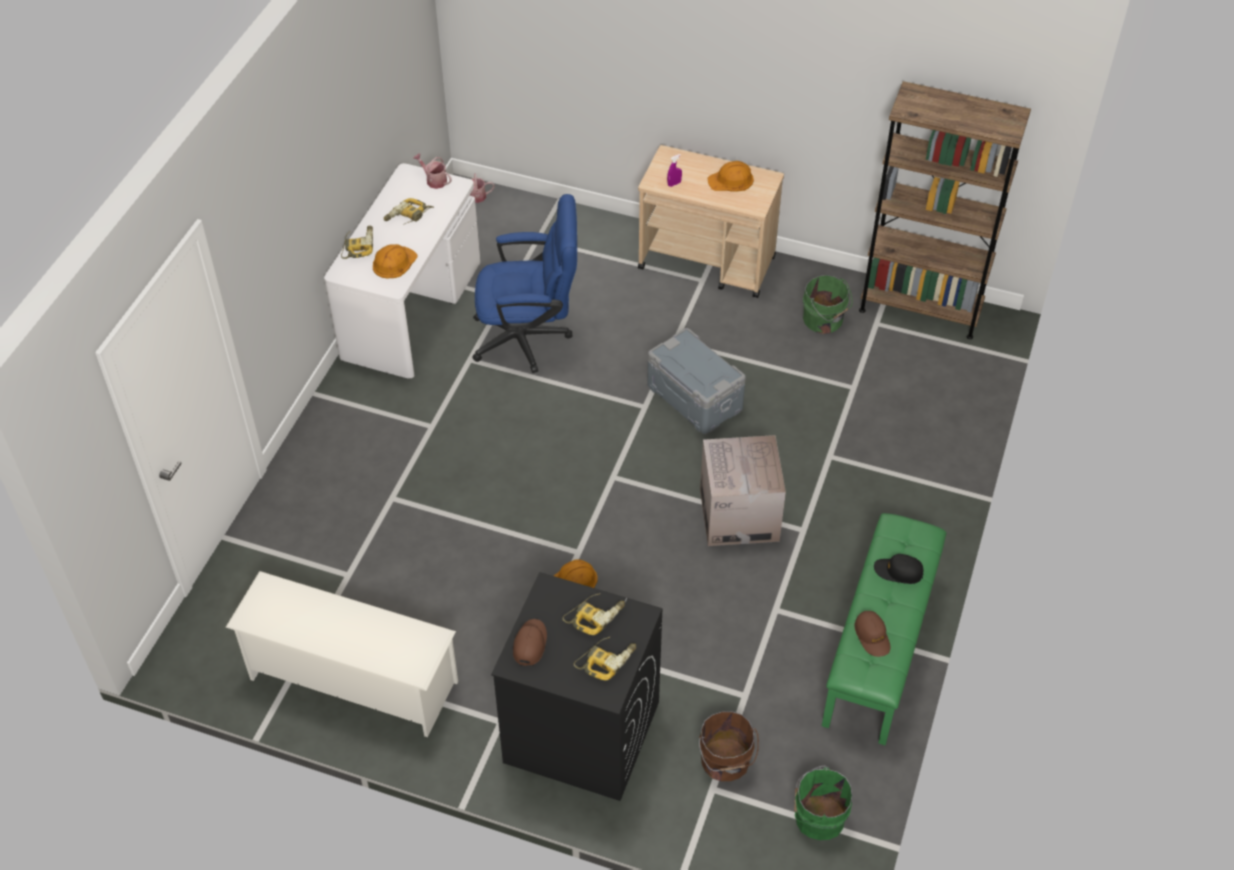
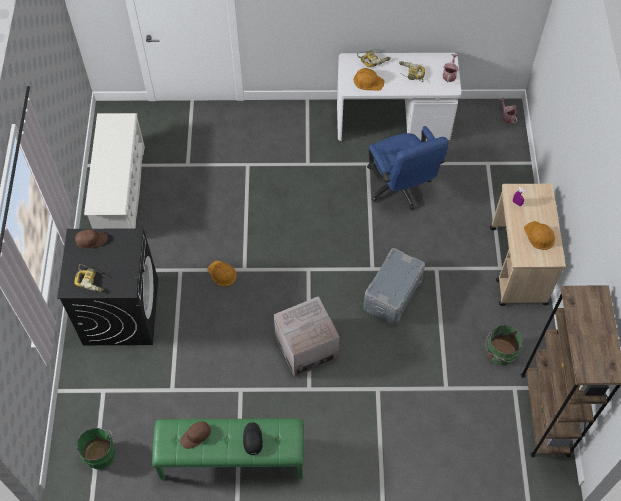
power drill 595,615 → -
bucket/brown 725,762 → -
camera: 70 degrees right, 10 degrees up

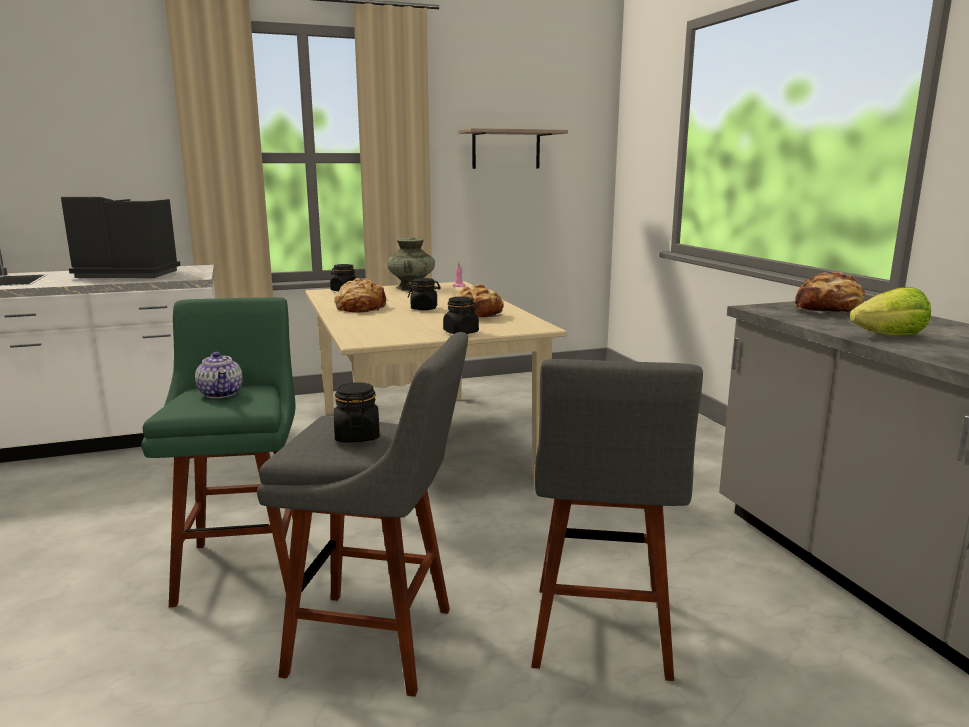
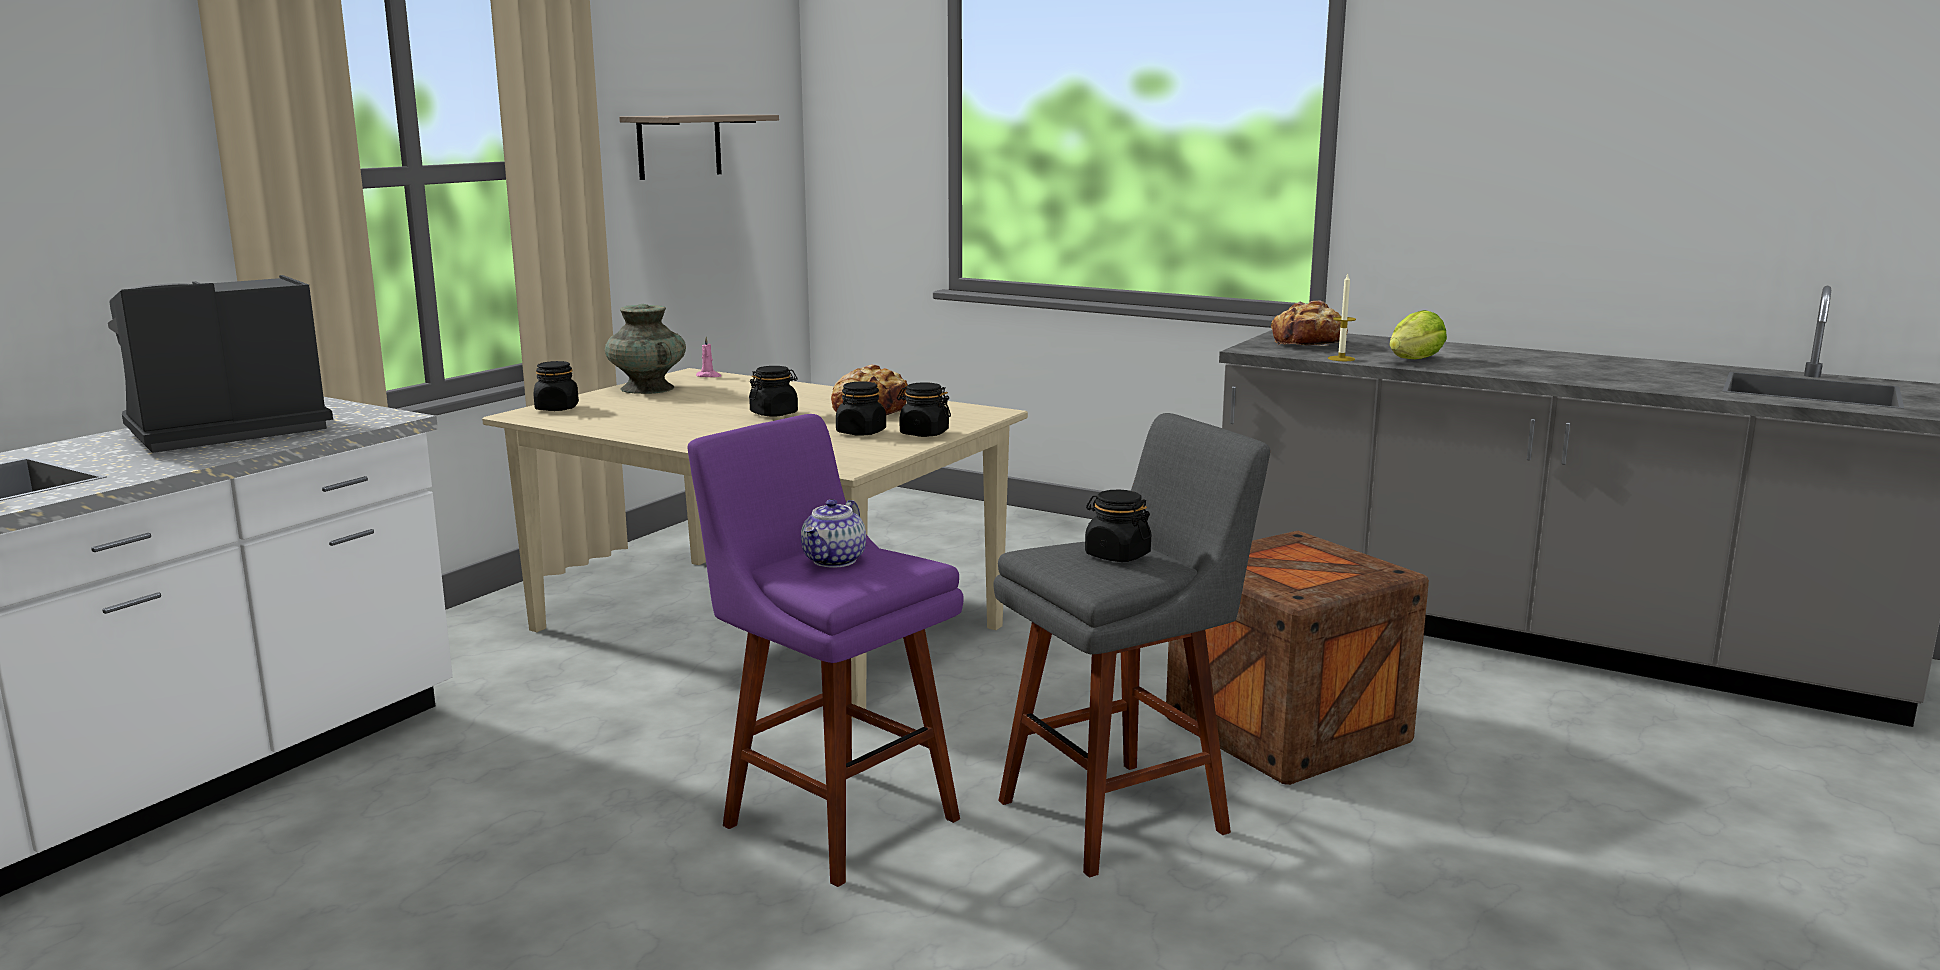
stool/green 245,564 → stool/purple 833,817
teapot 221,393 → teapot 834,561, 90 degrees clockwise
- → jar/black 861,432
stool/grey 600,636 → crate 1287,731
- → candle 1341,359
bread 361,307 → -
camera: 40 degrees left, 0 degrees up

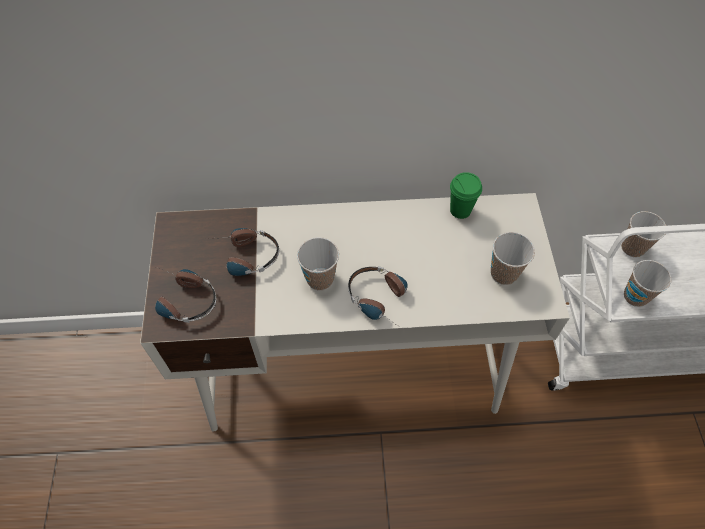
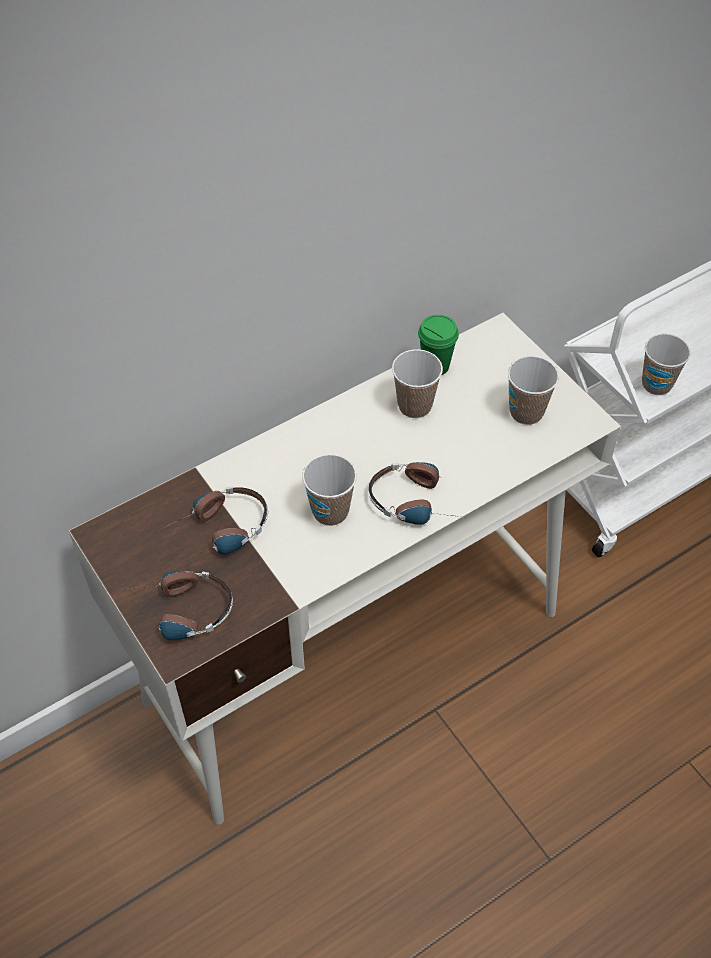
cup 632,248 → cup 414,406, relocated
camera: 30 degrees left, 5 degrees down

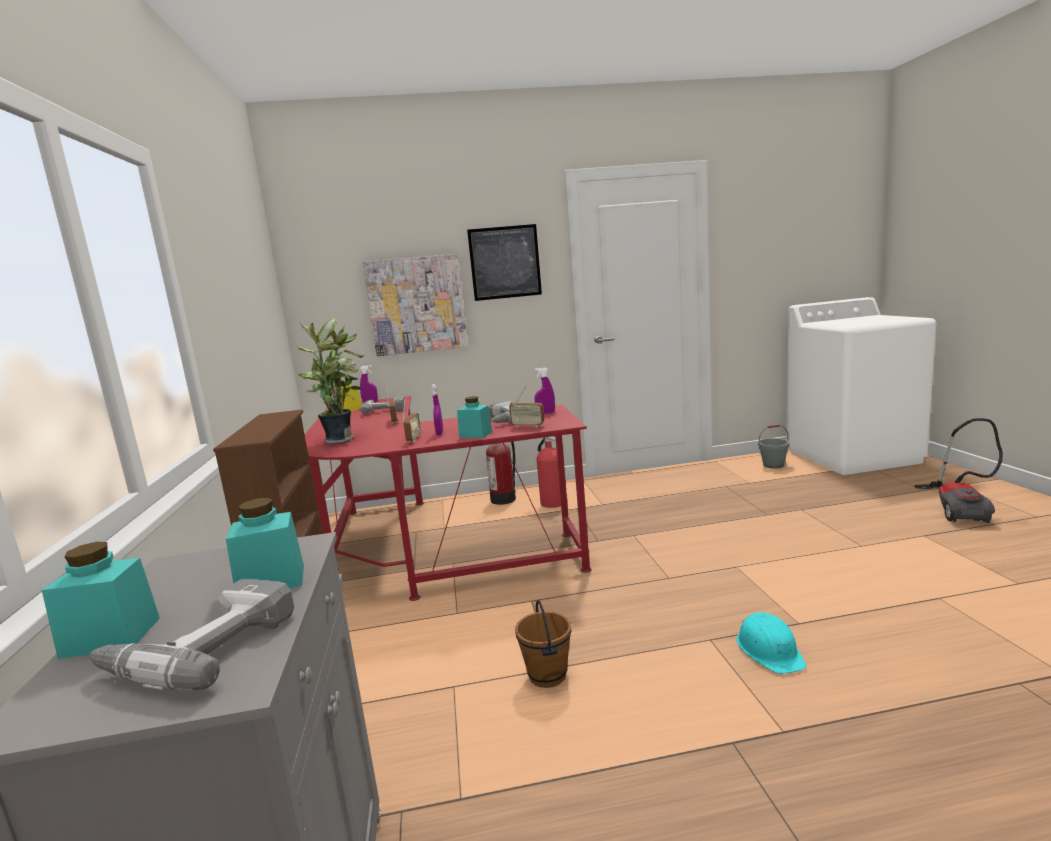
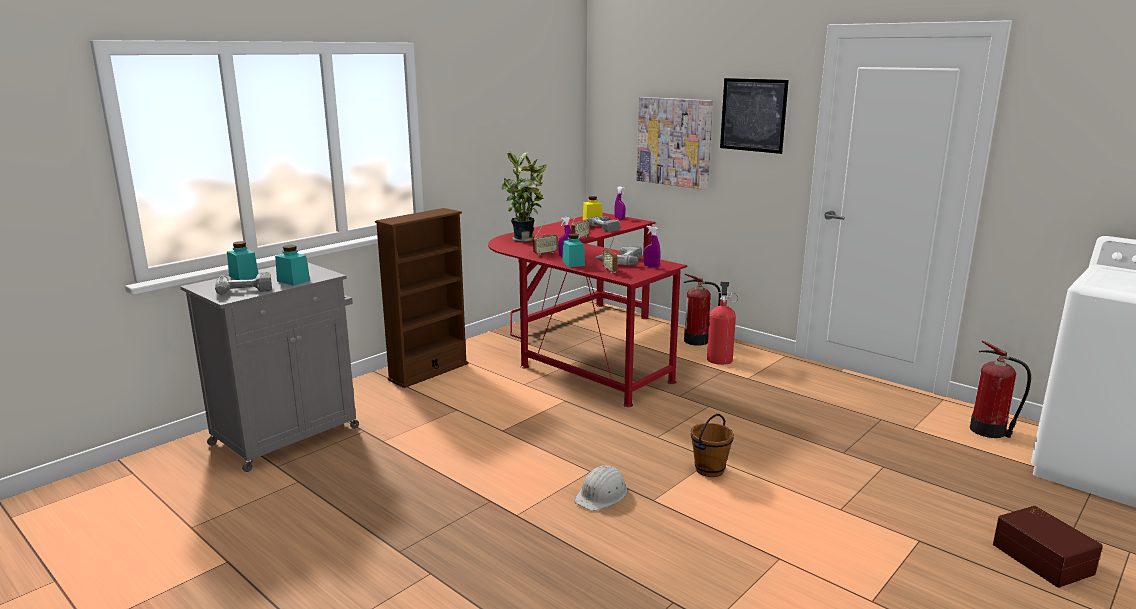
hard hat/turquoise 769,650 → hard hat/white 602,495
bucket/brown 548,675 → bucket/brown 710,470, relocated
bucket/grey 773,465 → fire extinguisher 989,431
vacuum cleaner 959,508 → storage box/brown 1043,558
camera: 50 degrees right, 5 degrees up

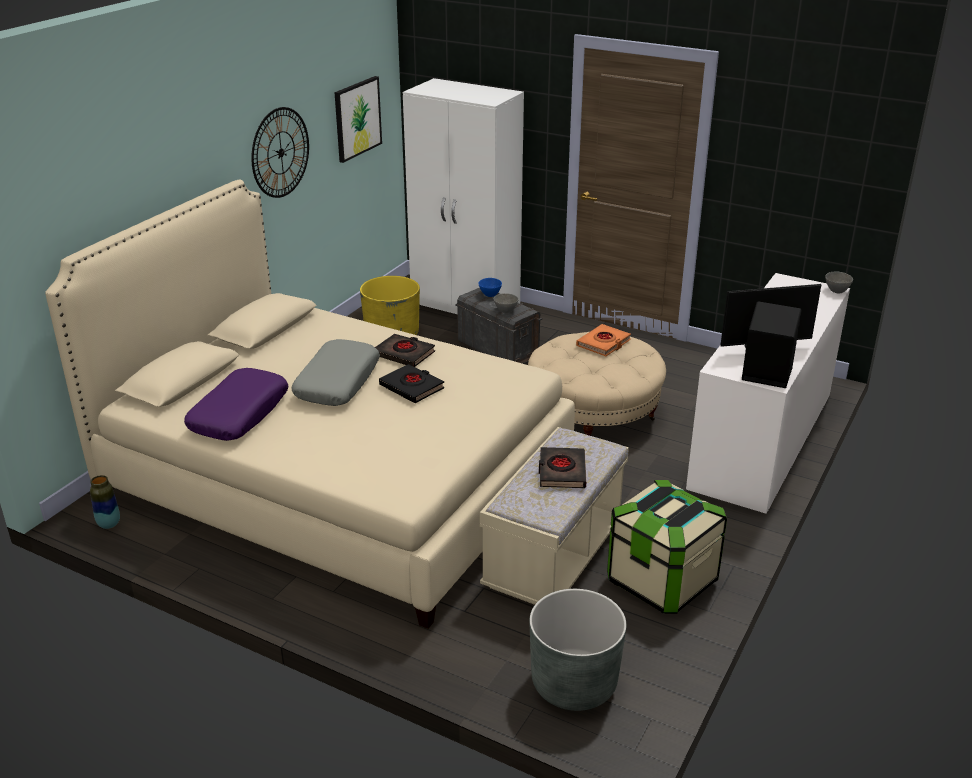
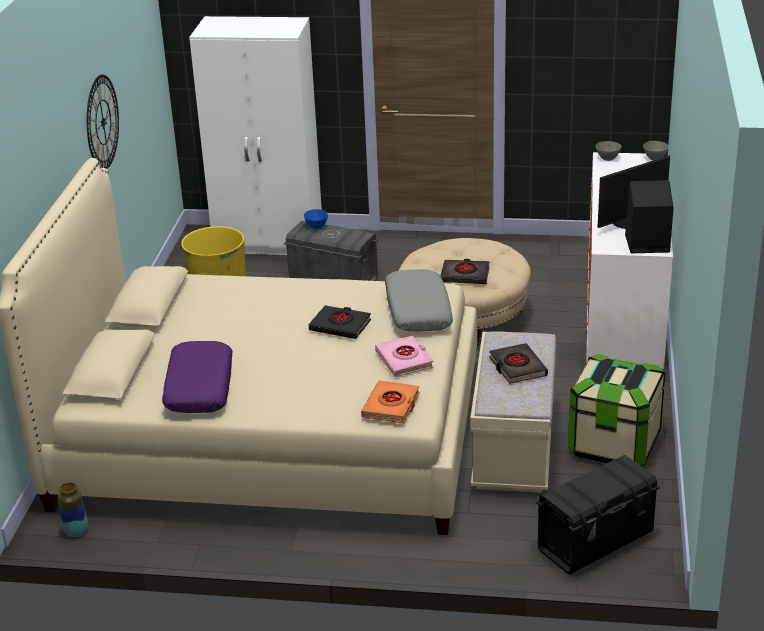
book/orange 603,343 → book/orange 391,406, relocated
- → book/pink 404,360
pillow/grey 337,382 → pillow/grey 417,311, relocated
book/black 404,354 → book/black 465,275, relocated
planter/grey 574,683 → storage box/black 596,541
bowl/grey 505,311 → bowl/grey 607,159, relocated
picture 357,118 → -
camera: 20 degrees left, 0 degrees up

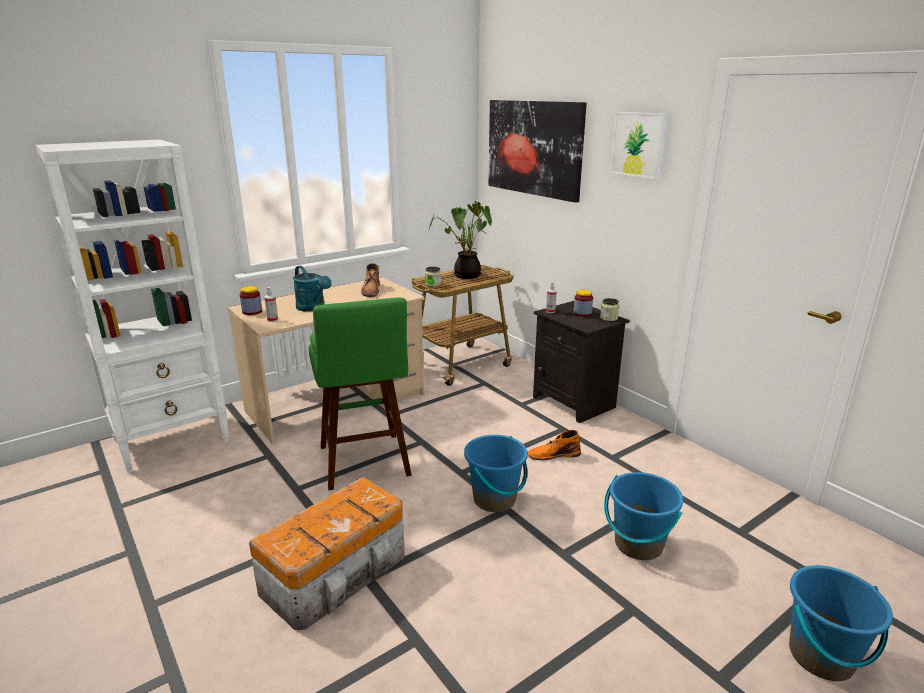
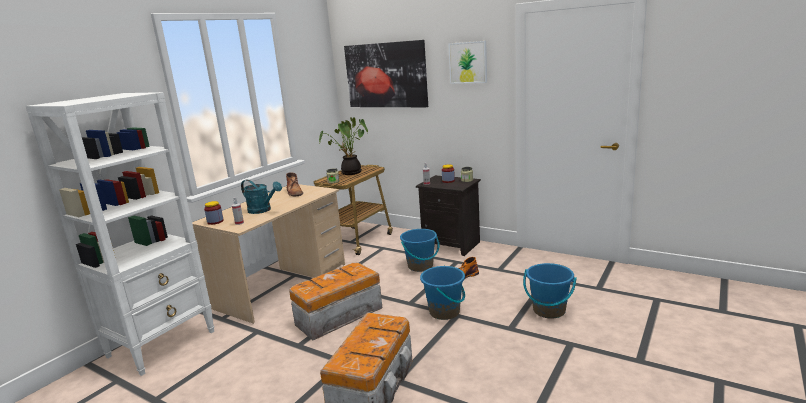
stool/green 365,463 → storage box 337,316
bucket/blue 821,657 → bucket/blue 420,266, relocated
camera: 20 degrees left, 5 degrees down

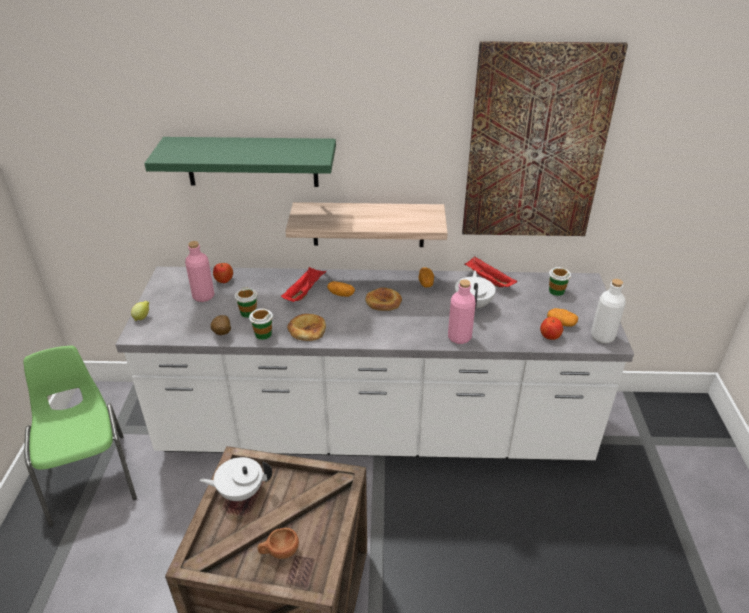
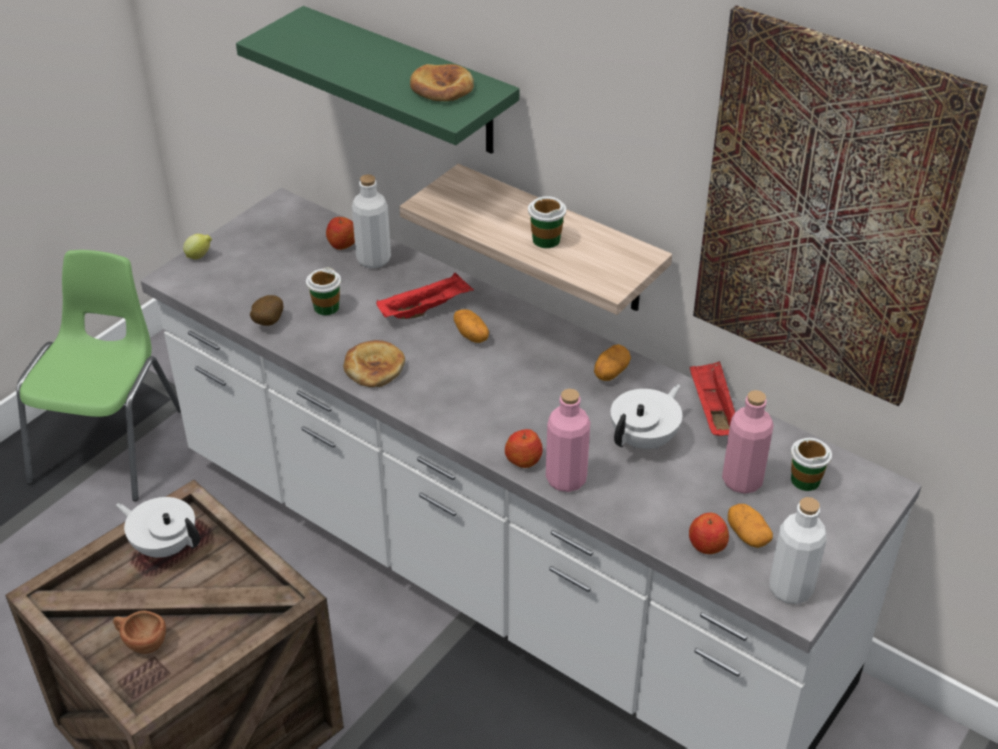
- → bottle/white 373,259
bread 383,302 → bread 442,87, relocated
- → apple 523,459
cup 263,334 → cup 546,240, relocated
bottle/pink 203,296 → bottle/pink 742,481, relocated
camera: 35 degrees right, 5 degrees up

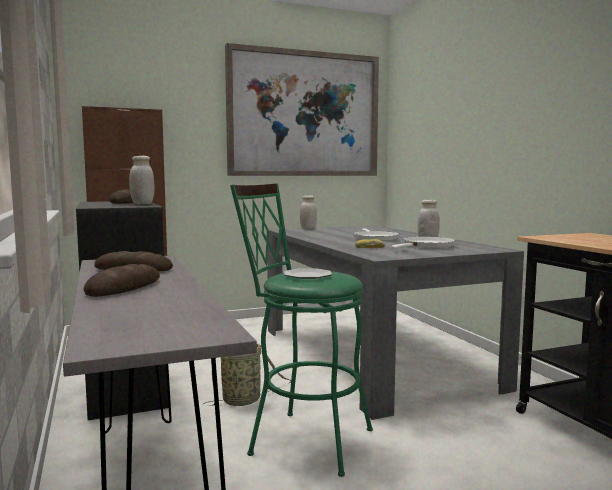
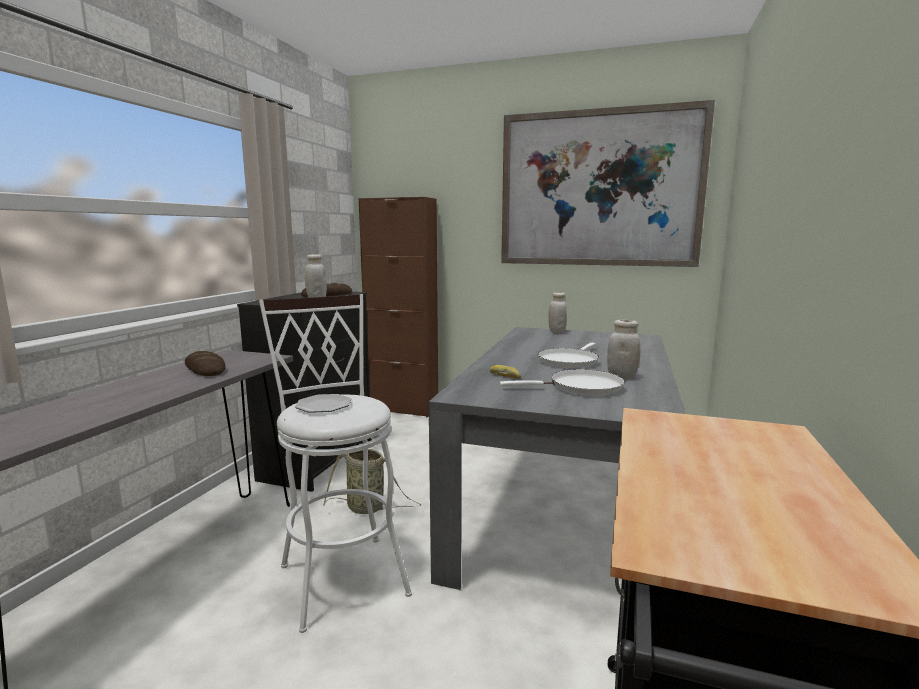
stool/green 302,439 → stool/white 341,572
bread 124,287 → -
camera: 40 degrees right, 5 degrees up

